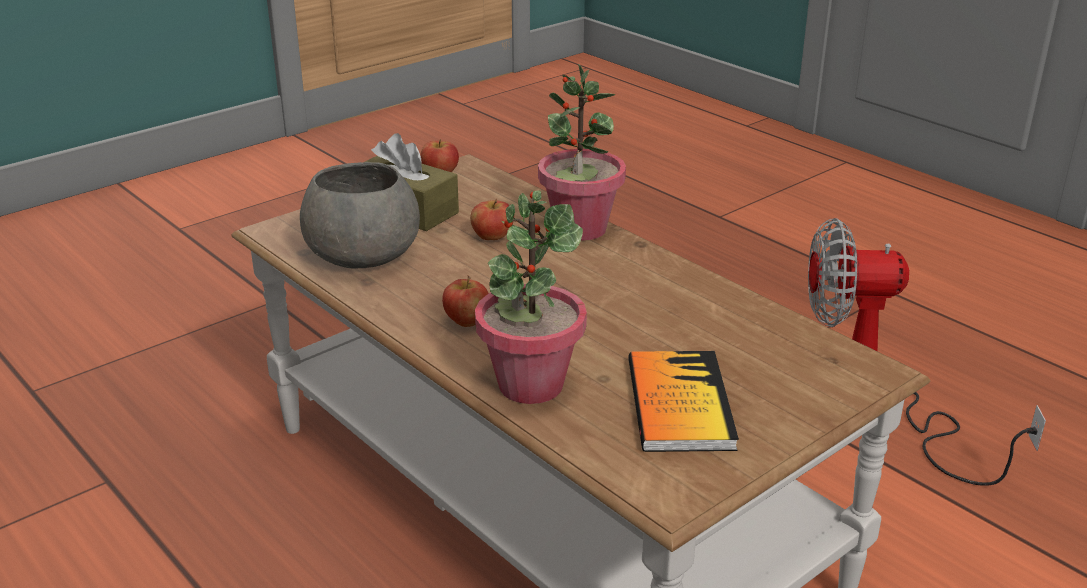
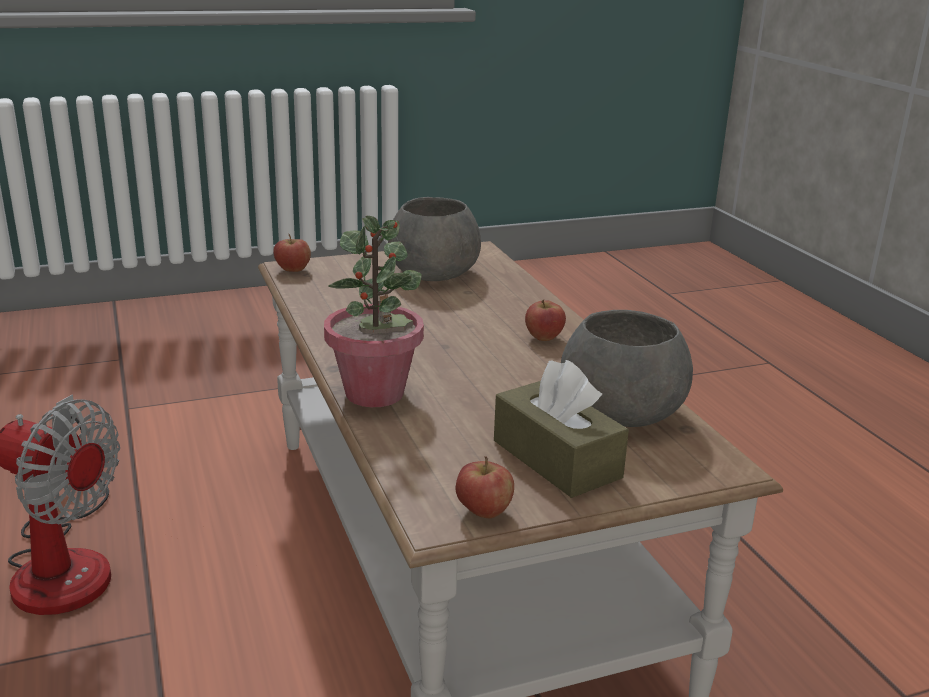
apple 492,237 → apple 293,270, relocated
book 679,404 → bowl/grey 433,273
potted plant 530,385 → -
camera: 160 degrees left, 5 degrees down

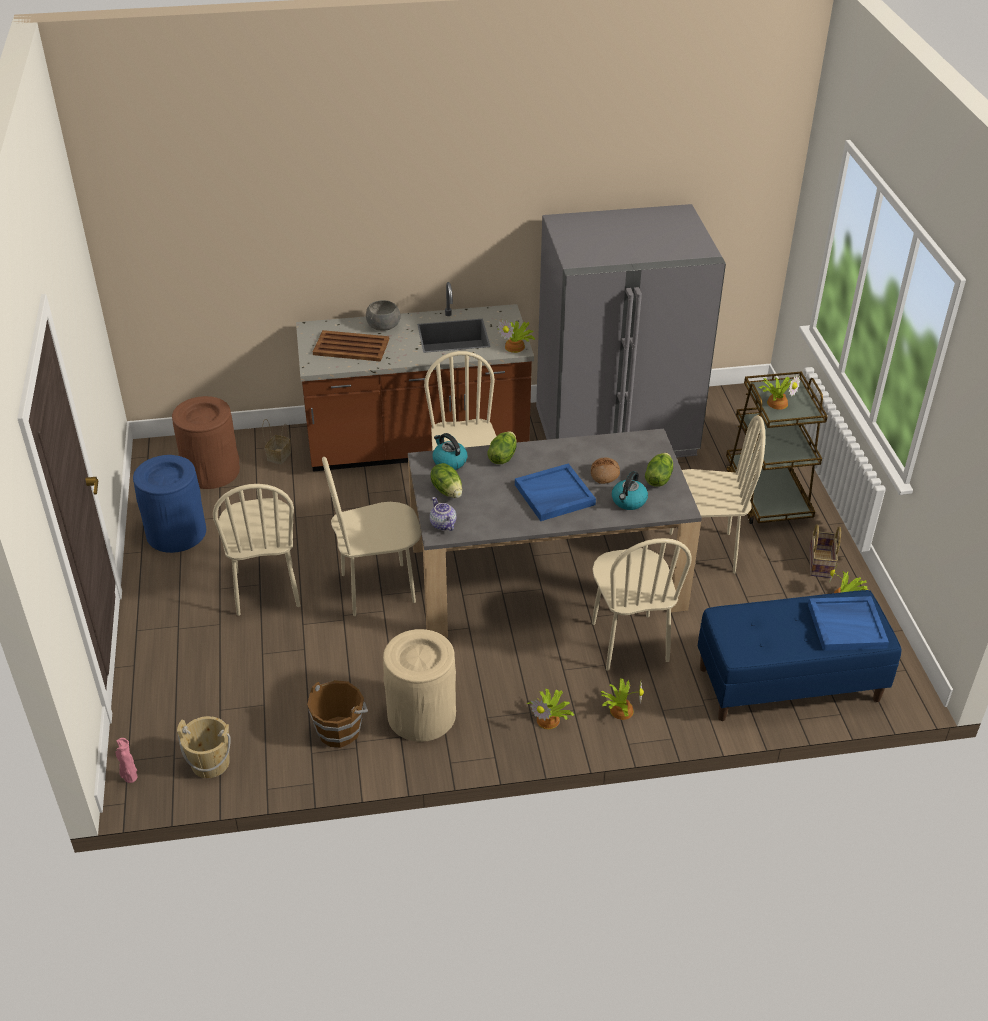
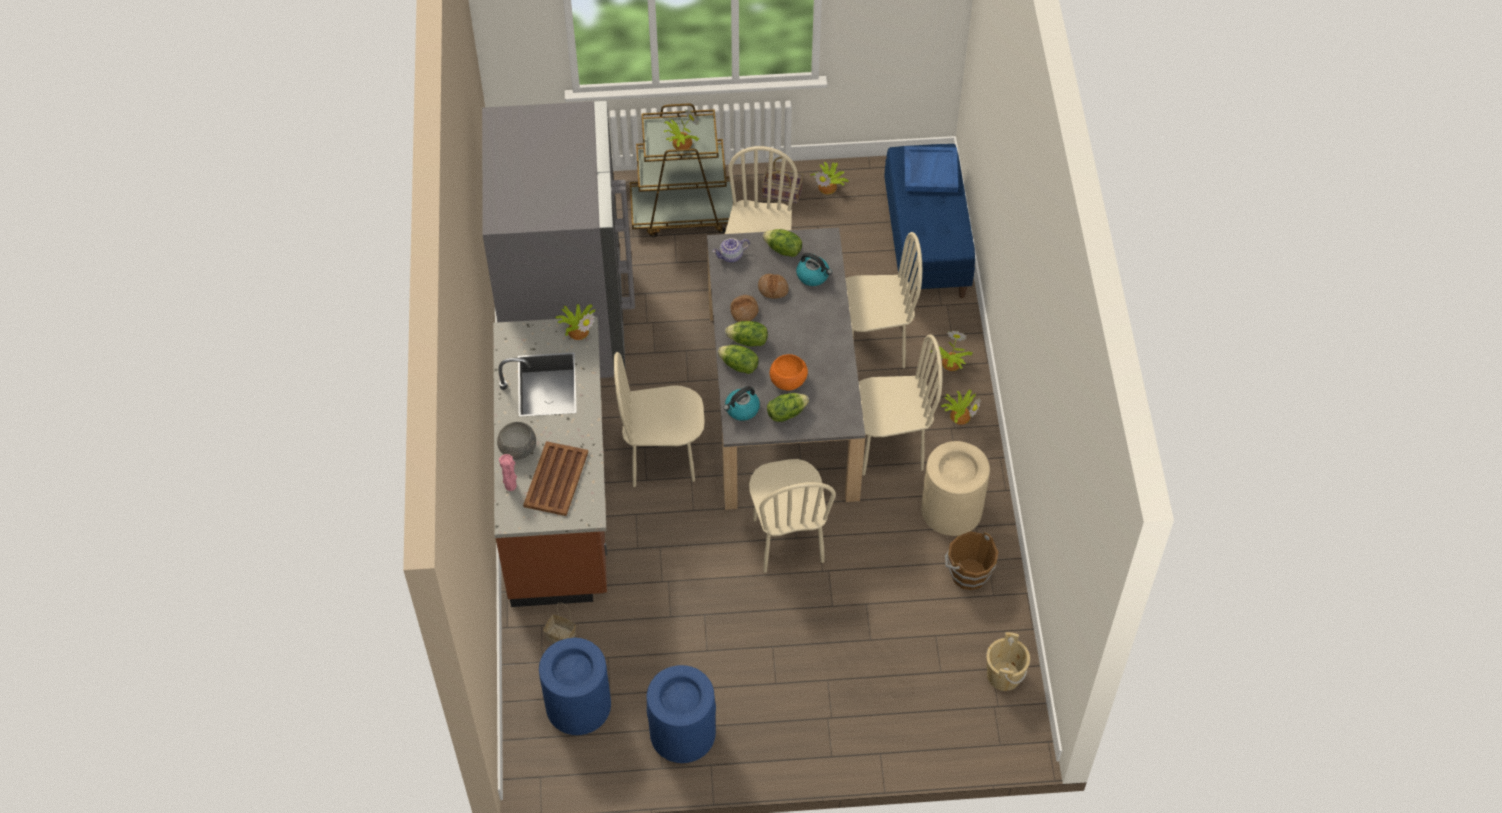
vase/pink 130,778 → vase/pink 511,487, relocated
trash can/brown 211,471 → trash can/blue 578,705
teapot 442,524 → teapot 731,256, relocated
- → lettuce 748,341
- → bread 744,311
- → bowl/orange 788,379
chair/beige 266,589 → chair/beige 888,448, relocated
tray/blue 554,495 → -
camera: 85 degrees left, 15 degrees up

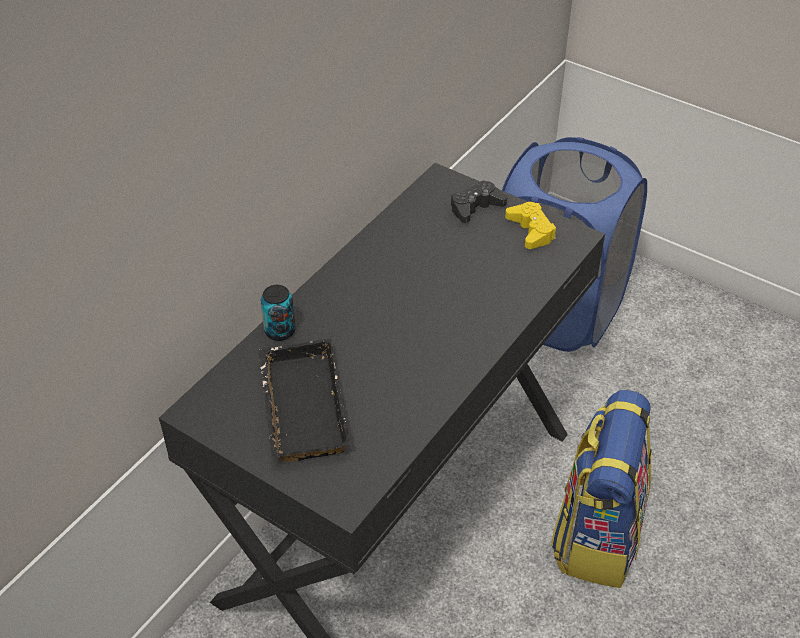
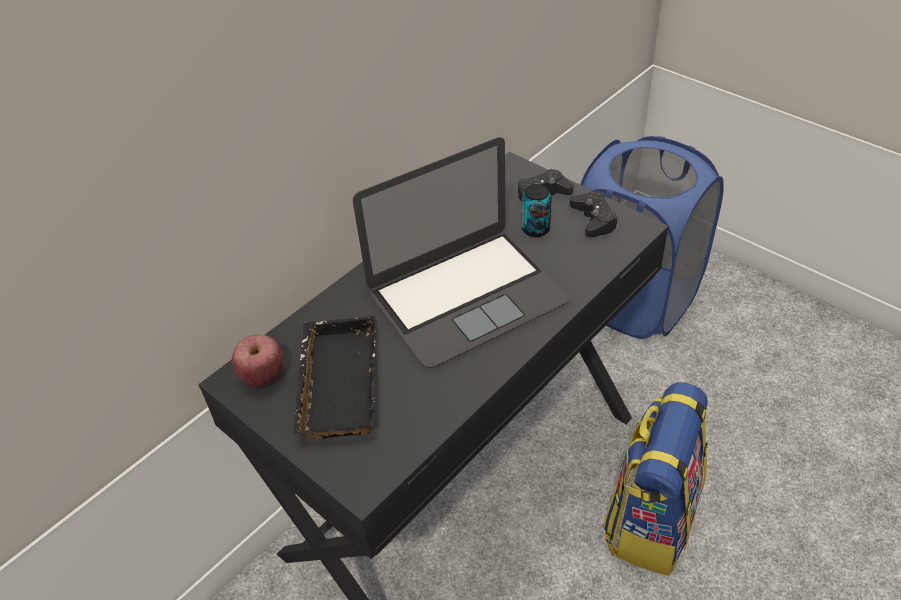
- → apple 263,375
- → laptop 467,295
can 280,331 → can 535,229, relocated
game controller/yellow 531,230 → game controller/black 594,219
camera: 10 degrees right, 0 degrees up

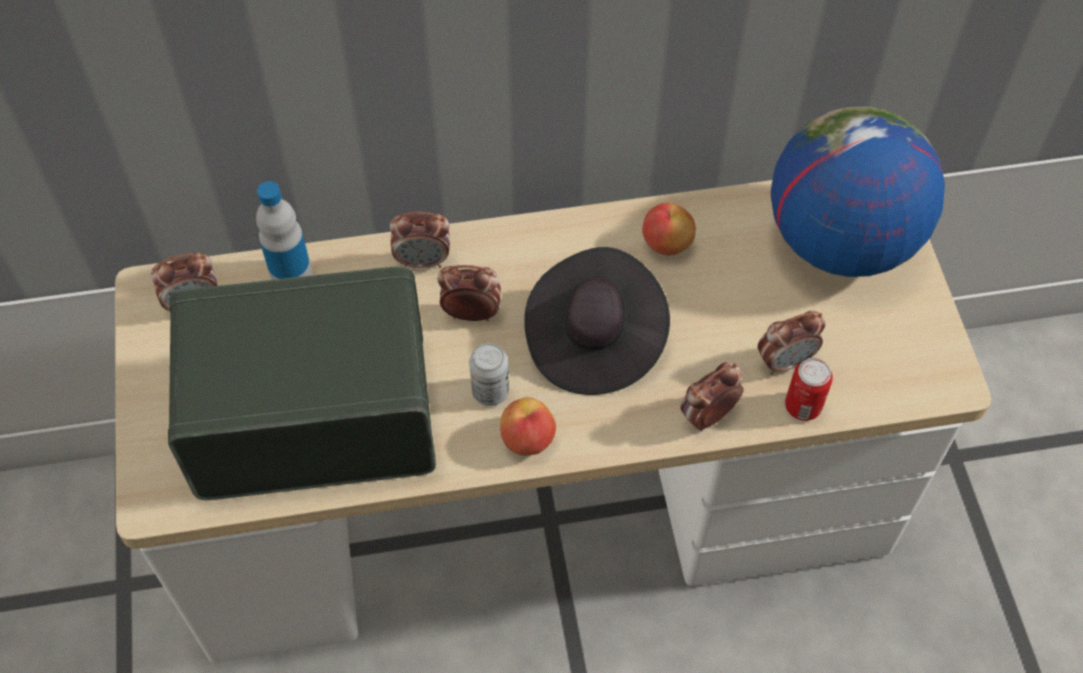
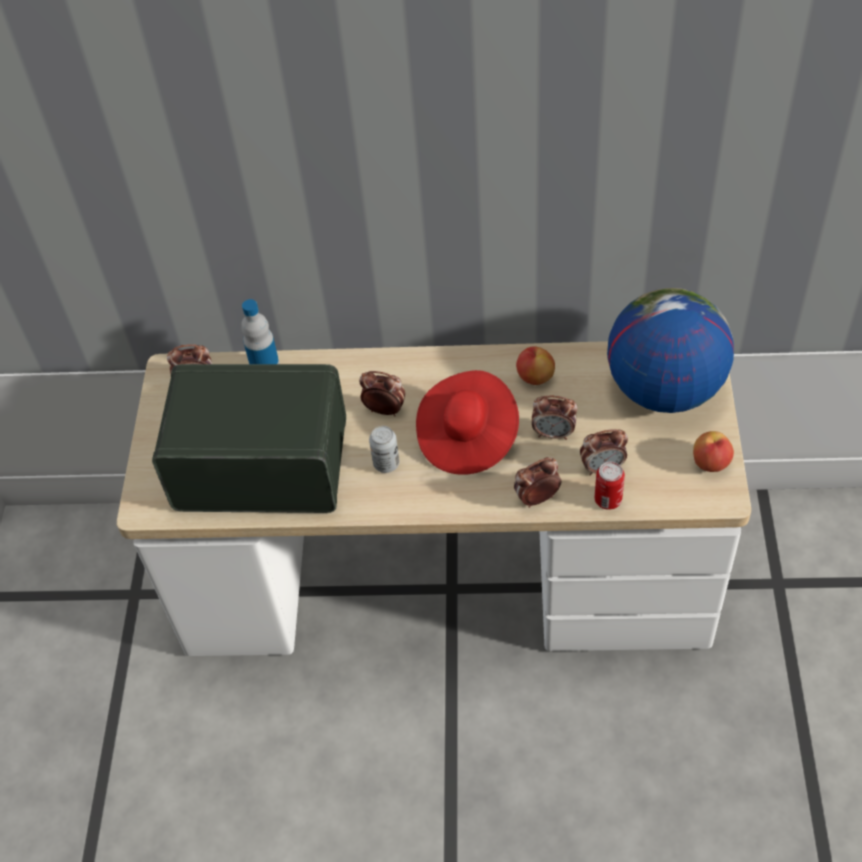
hat/black 593,340 → hat/red 467,437
alarm clock 423,261 → alarm clock 553,433, relocated
apple 527,439 → apple 710,463, relocated
camera: 15 degrees right, 5 degrees down

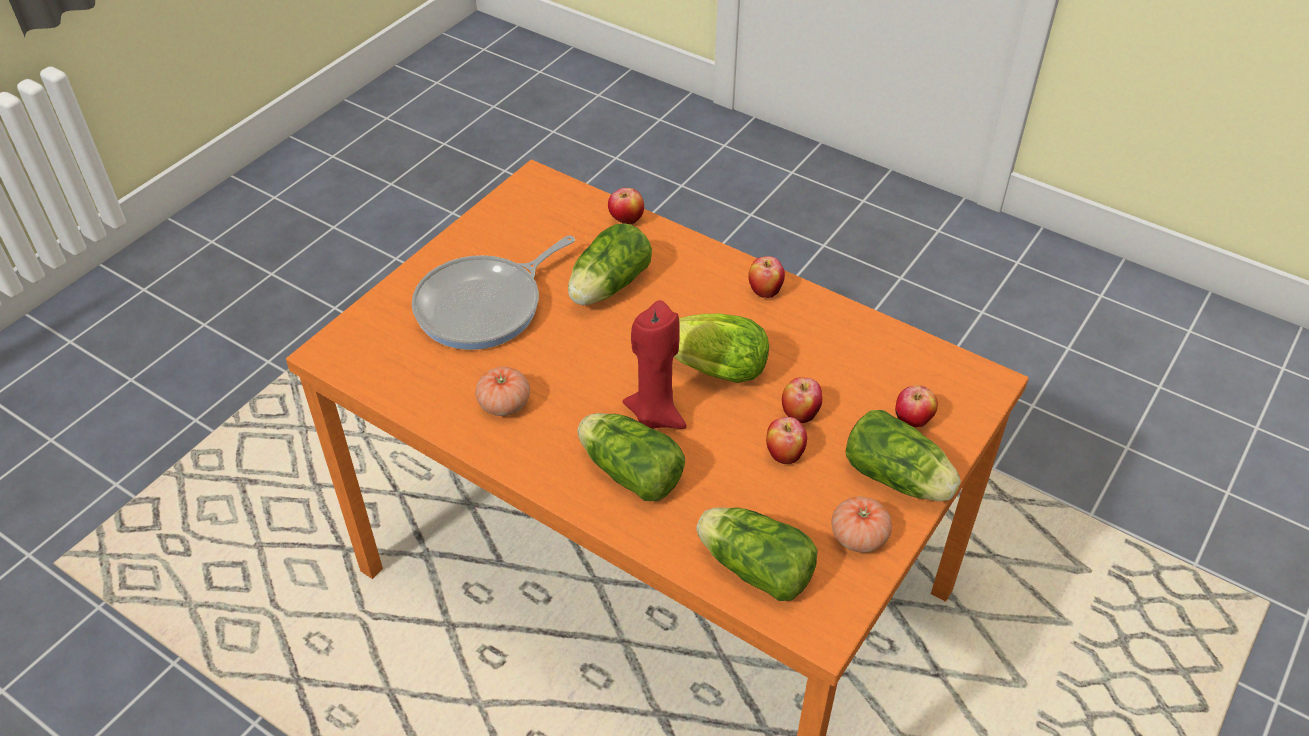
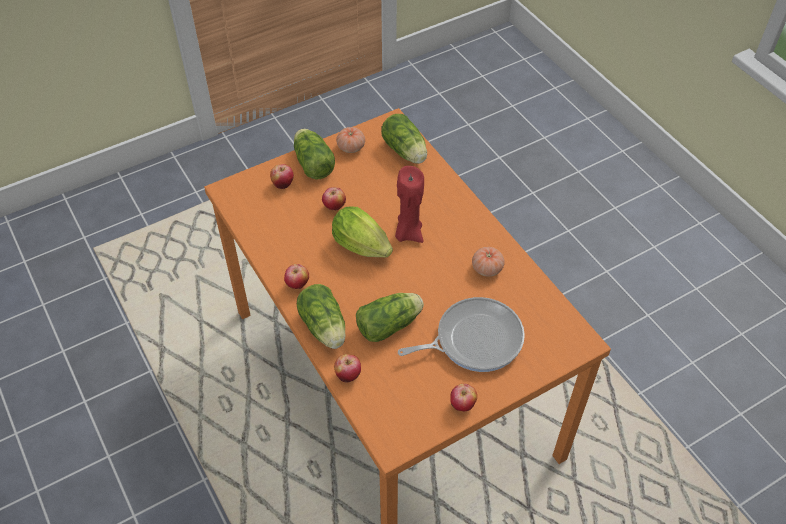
lettuce 628,470 → lettuce 324,328, relocated
apple 784,455 → apple 462,405, relocated
camera: 155 degrees left, 5 degrees up

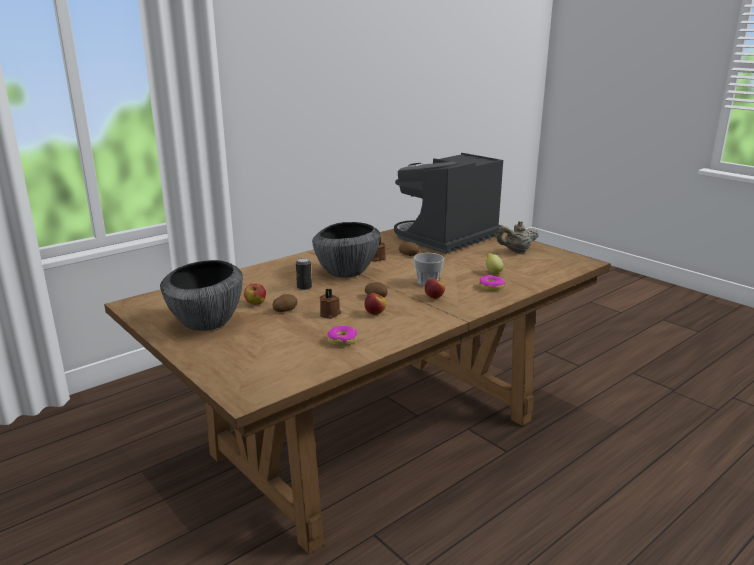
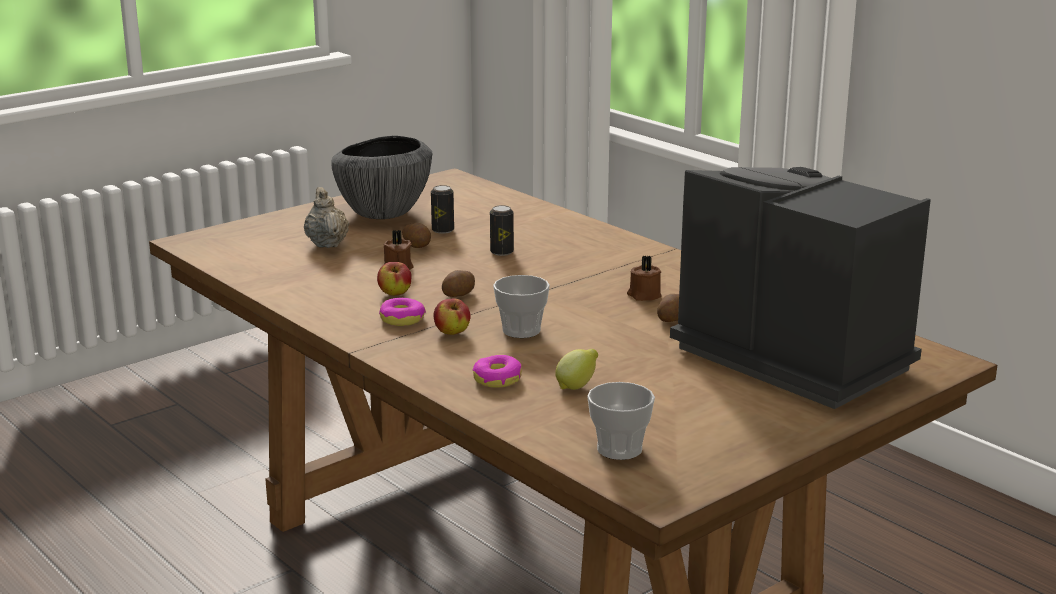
teapot/beige 516,251 → teapot/beige 327,244, relocated
donut 342,340 → donut 402,319, relocated
apple 255,303 → can 443,230
- → cup 619,449
bowl 346,272 → -
camera: 90 degrees right, 0 degrees up

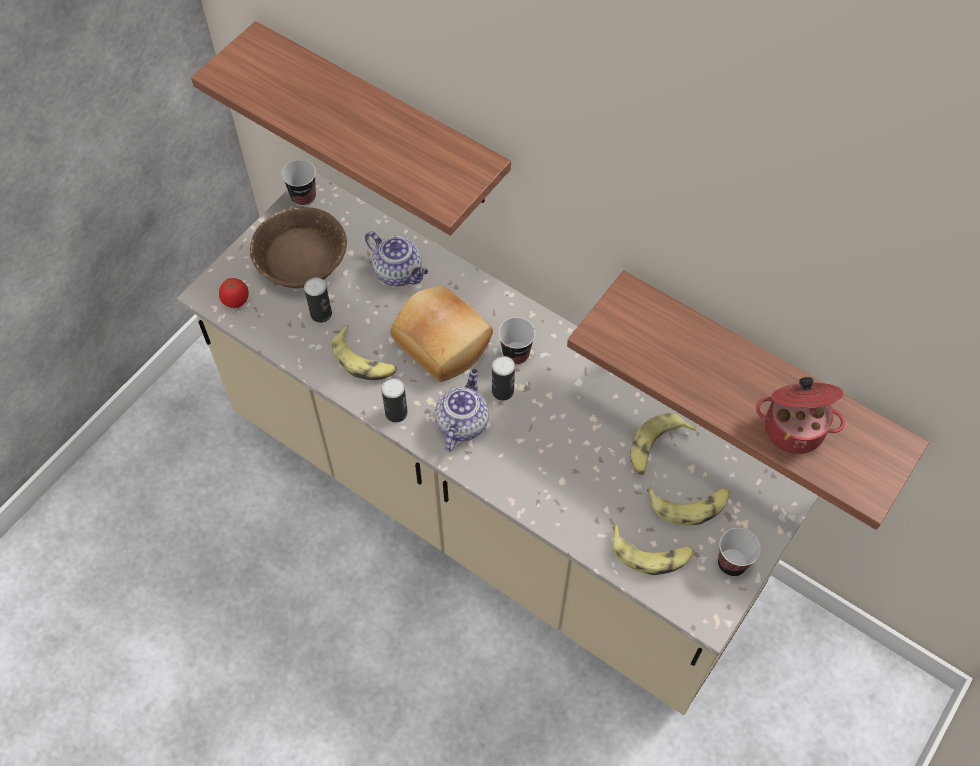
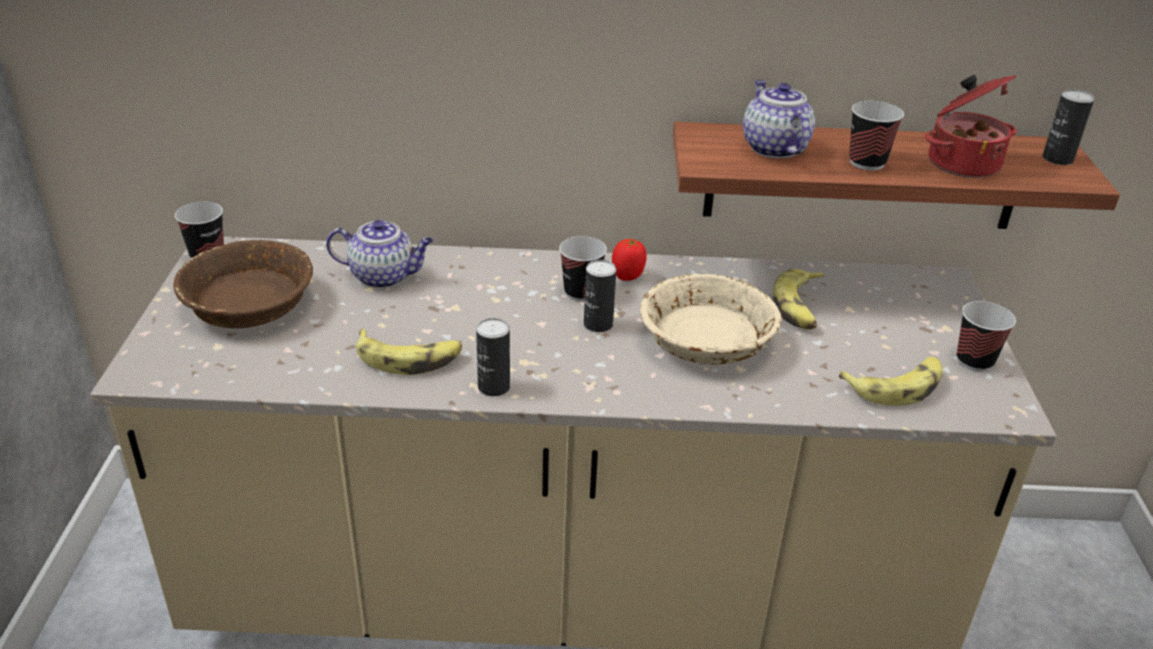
tomato 236,302 → tomato 628,276, relocated
- → bowl/beige 707,340
teapot 461,422 → teapot 773,148, relocated
- → cup 867,162
can 321,314 → can 1057,159, relocated
shelf 381,117 → -
bread 444,341 → -
banana 689,505 → -
camera: 35 degrees left, 25 degrees down

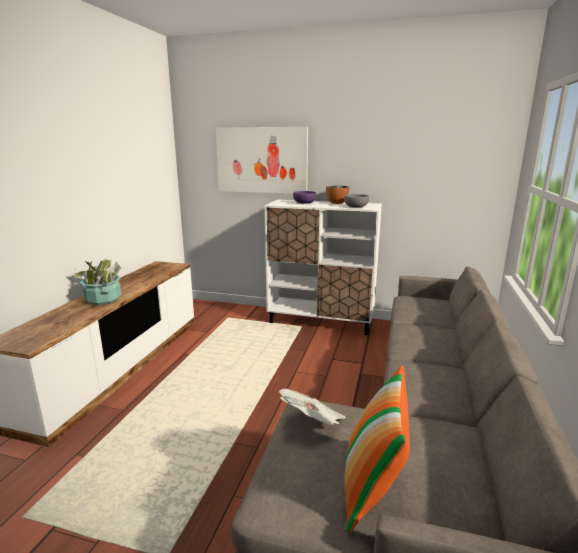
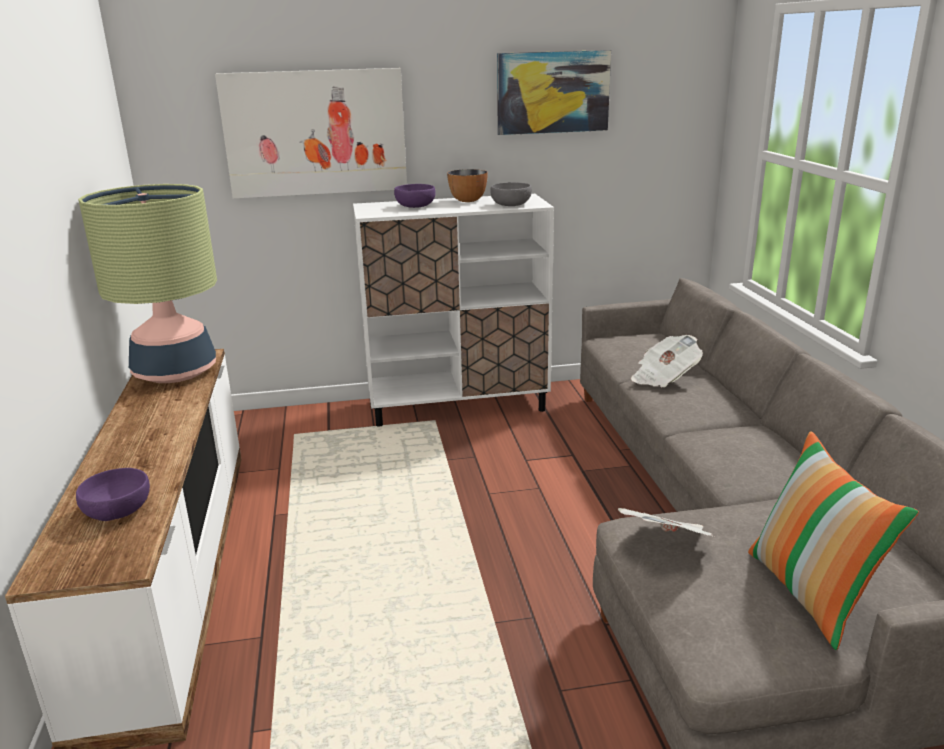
- → bowl/purple 119,510
- → table lamp 175,372
- → picture 553,92
- → newspaper 663,378
potted plant 103,299 → -
camera: 25 degrees left, 5 degrees up

